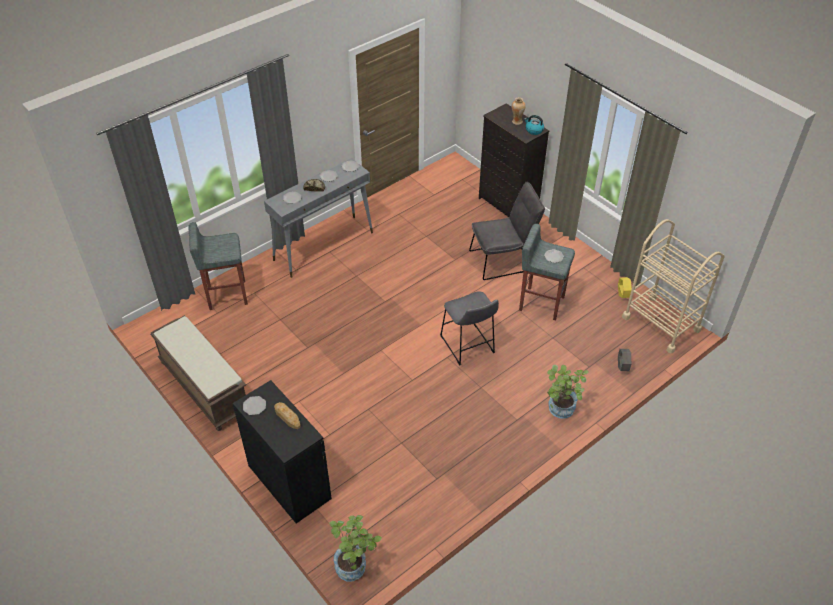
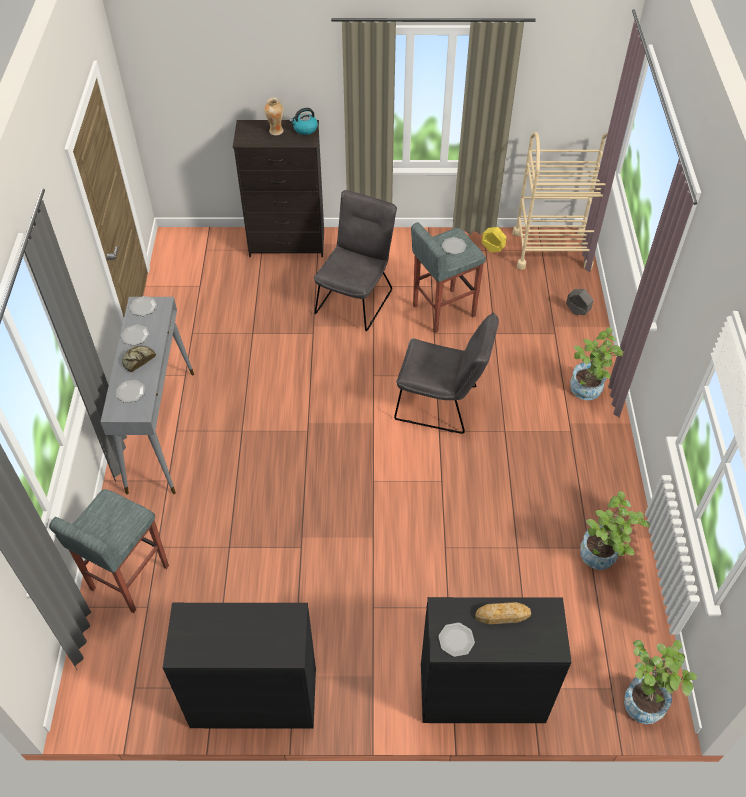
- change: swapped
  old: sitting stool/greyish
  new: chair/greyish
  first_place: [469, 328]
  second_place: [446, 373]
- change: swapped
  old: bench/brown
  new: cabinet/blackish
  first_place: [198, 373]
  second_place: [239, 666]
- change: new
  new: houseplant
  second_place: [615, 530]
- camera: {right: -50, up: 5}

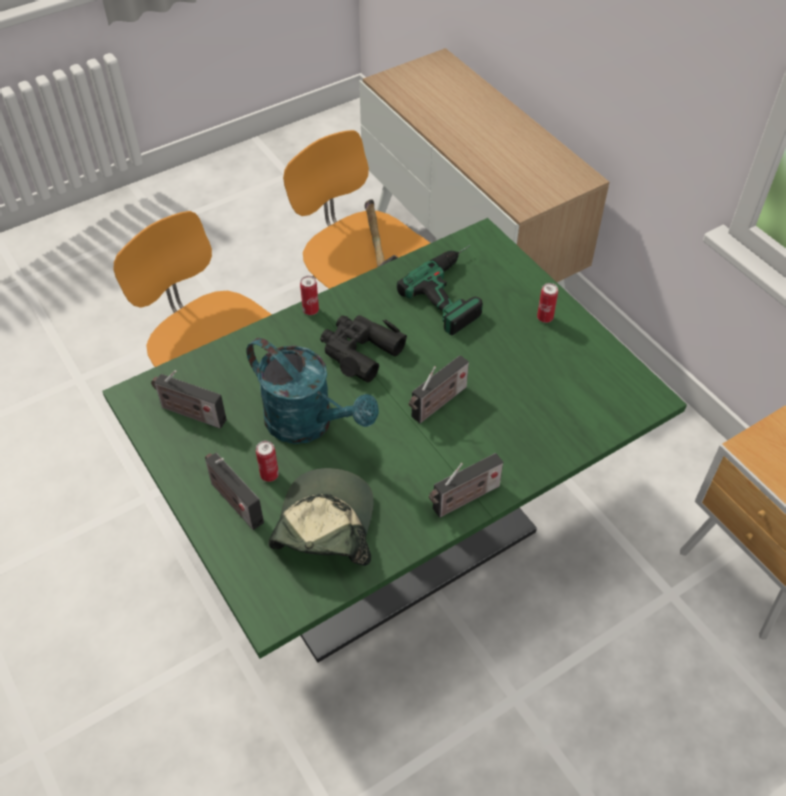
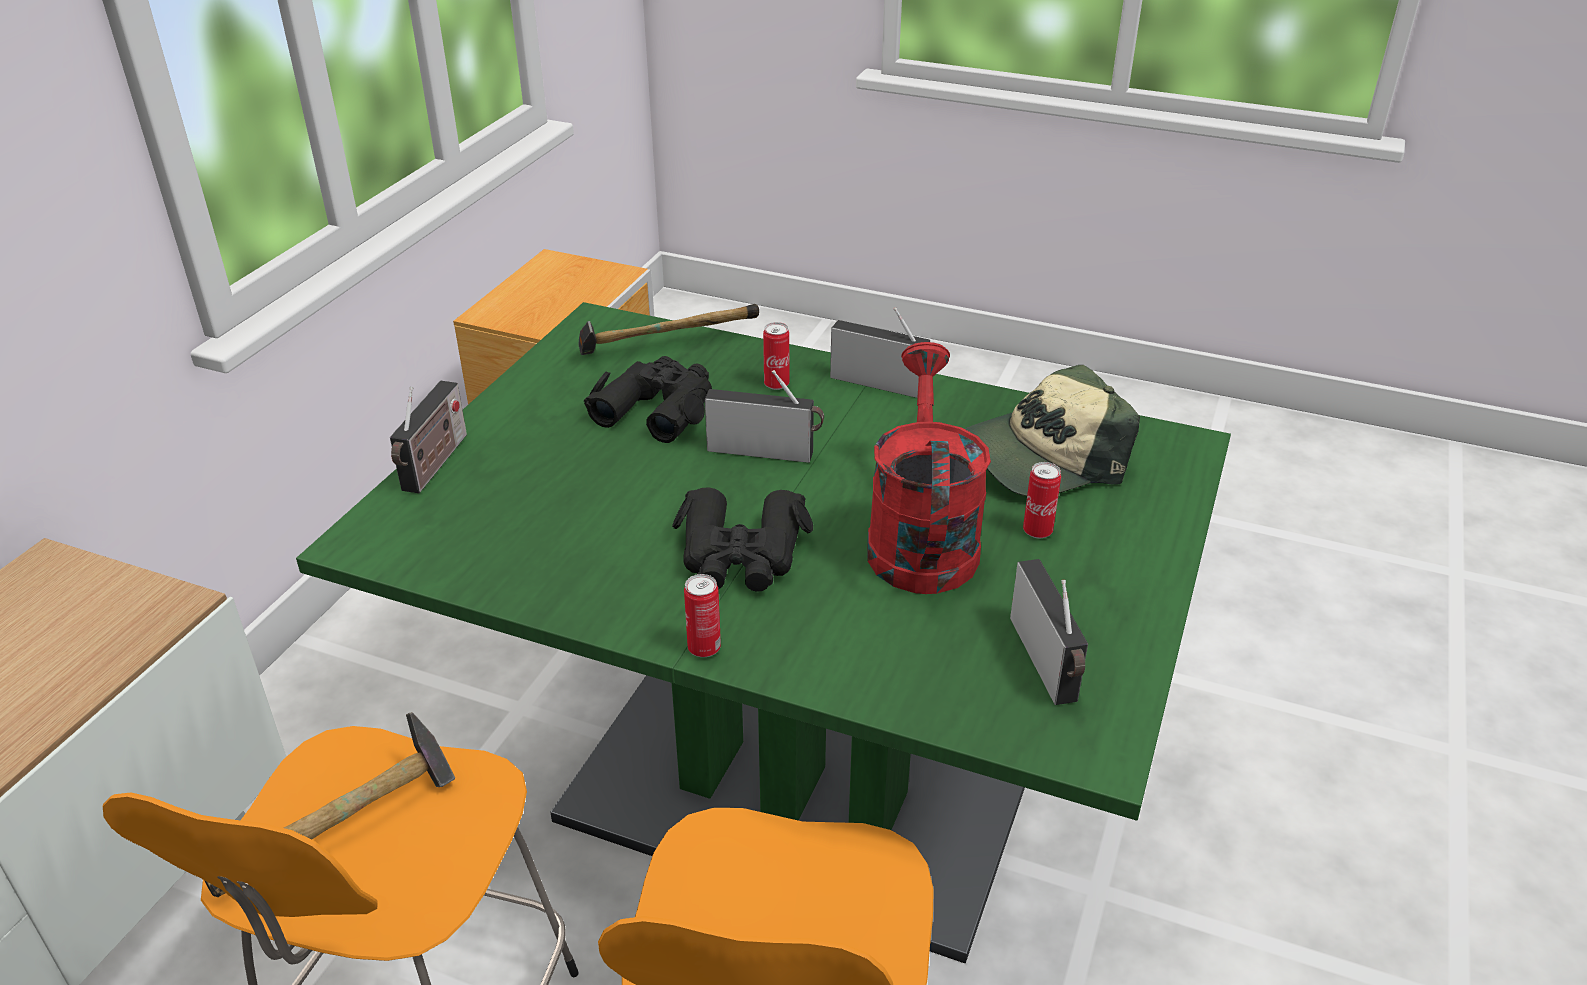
- change: gone
  old: power drill
  first_place: [440, 290]
- change: shifted
  old: metal can
  first_place: [547, 303]
  second_place: [776, 356]
- change: repainted
  old: watering pot/blue-green
  new: watering pot/reddish
  first_place: [312, 391]
  second_place: [929, 468]
- change: shifted
  old: radio receiver
  first_place: [234, 491]
  second_place: [428, 436]
- change: new
  new: tool hammer
  second_place: [668, 329]
- change: new
  new: field glasses/blackish
  second_place: [648, 399]
- camera: {right: -125, up: -15}

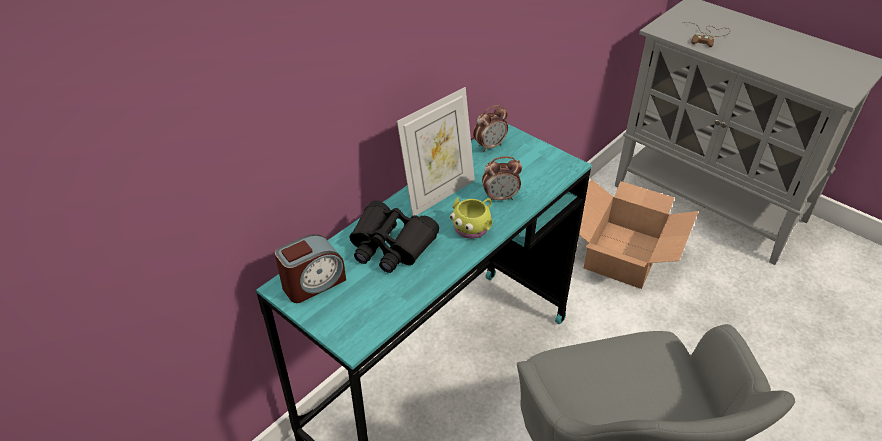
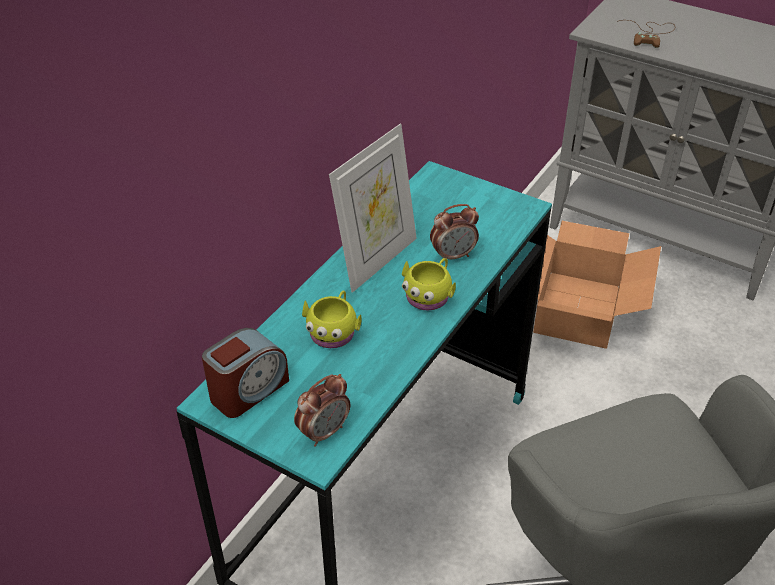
- change: shifted
  old: table clock
  first_place: [490, 128]
  second_place: [322, 410]
- change: swapped
  old: field glasses/blackish
  new: tea mug/yellowish
  first_place: [394, 236]
  second_place: [332, 319]
- camera: {right: -10, up: 0}

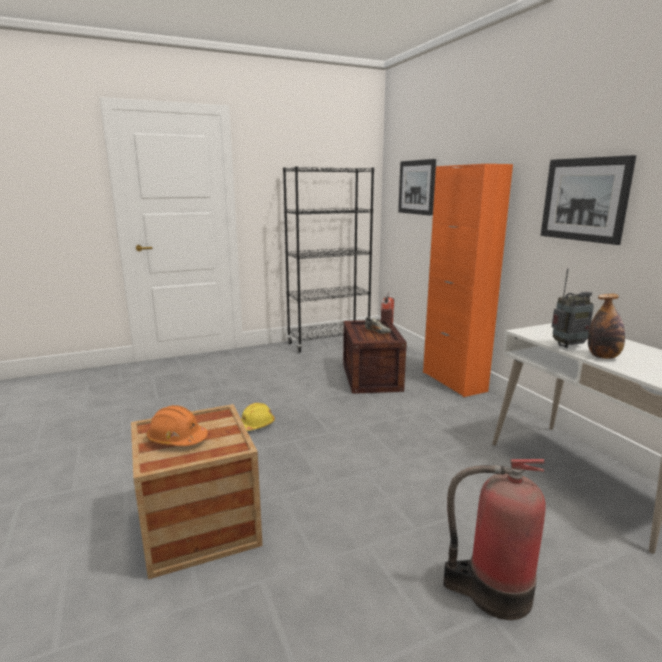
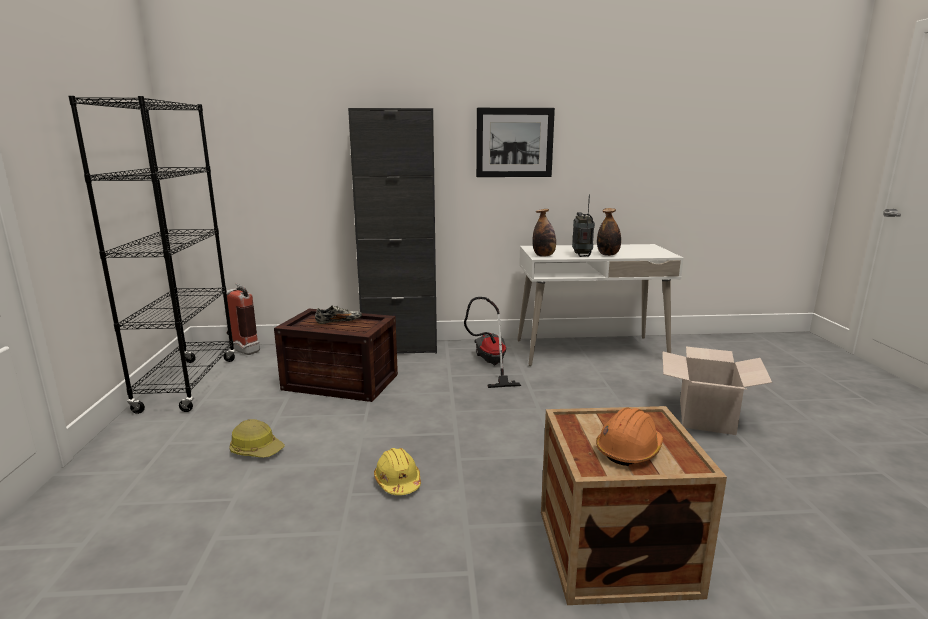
- change: gone
  old: wall art
  first_place: [417, 187]
- change: repainted
  old: cabinet/orangey
  new: cabinet/blackish
  first_place: [468, 280]
  second_place: [392, 231]
- change: swapped
  old: extinguisher
  new: carton
  first_place: [494, 539]
  second_place: [717, 391]
- change: new
  new: beverage bottle
  second_place: [544, 233]
- change: new
  new: hoover
  second_place: [492, 342]
- change: new
  new: work helmet
  second_place: [257, 438]
- camera: {right: -70, up: 0}

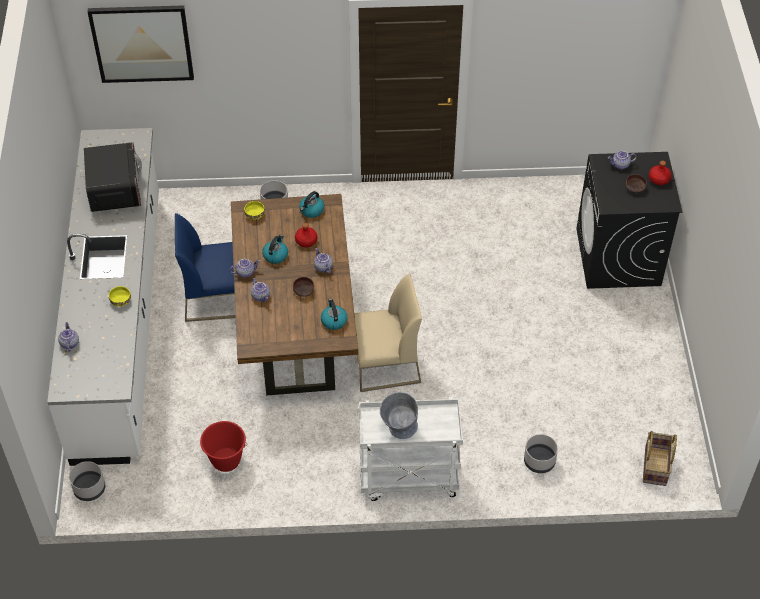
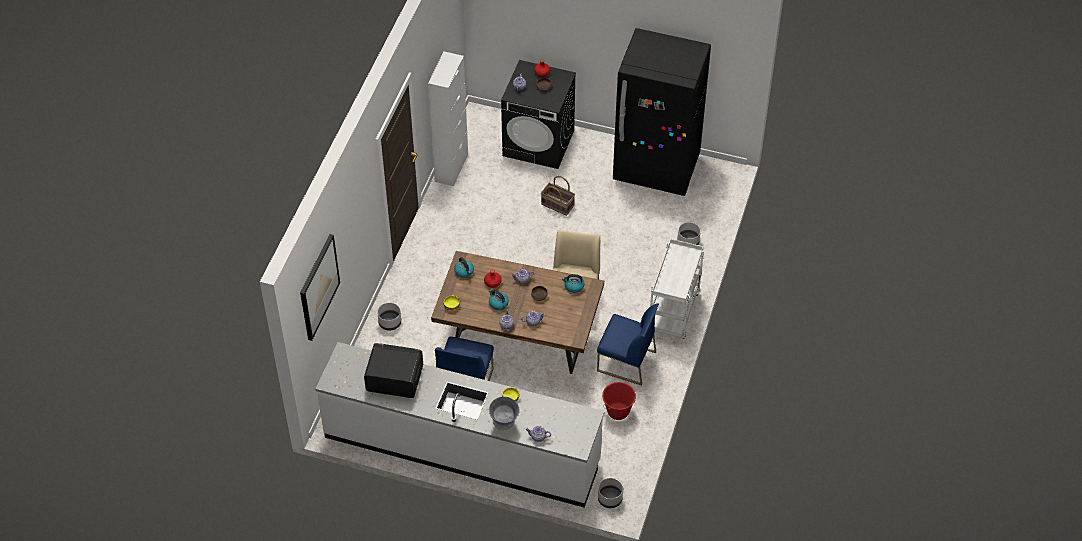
- change: shifted
  old: serving bowl/greyish
  first_place: [399, 415]
  second_place: [504, 413]
- change: shifted
  old: basket
  first_place: [660, 458]
  second_place: [558, 196]
- change: new
  new: fridge/blackish
  second_place: [662, 112]
- change: new
  new: cabinet/whitish
  second_place: [448, 118]
- change: new
  new: chair/blue-coloured
  second_place: [628, 344]
- camera: {right: -70, up: 0}

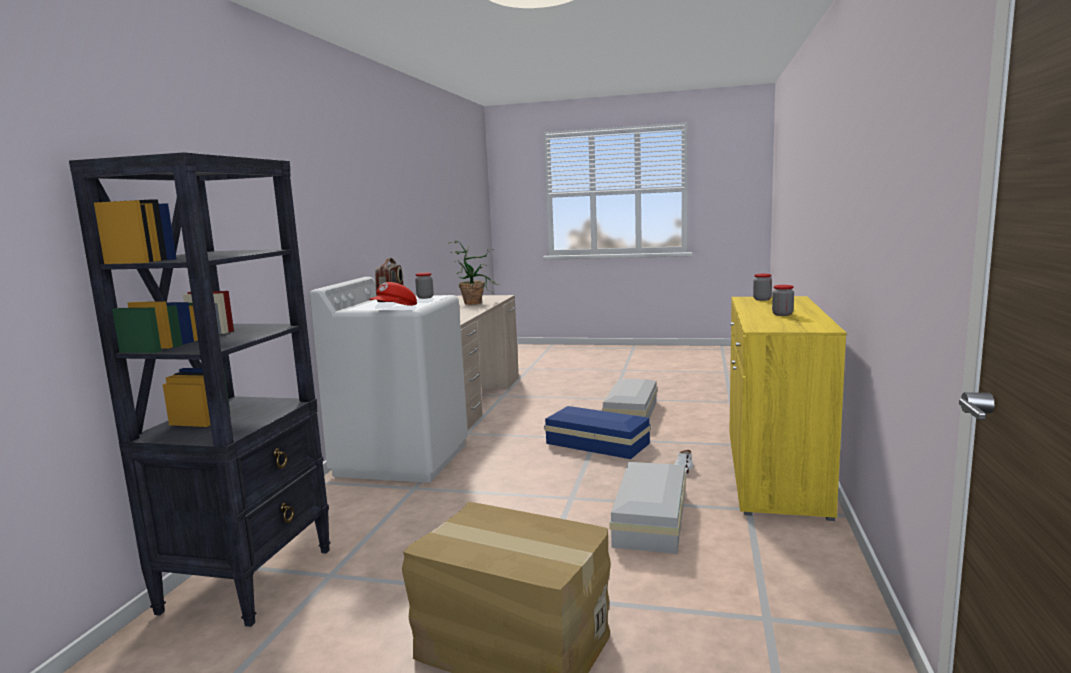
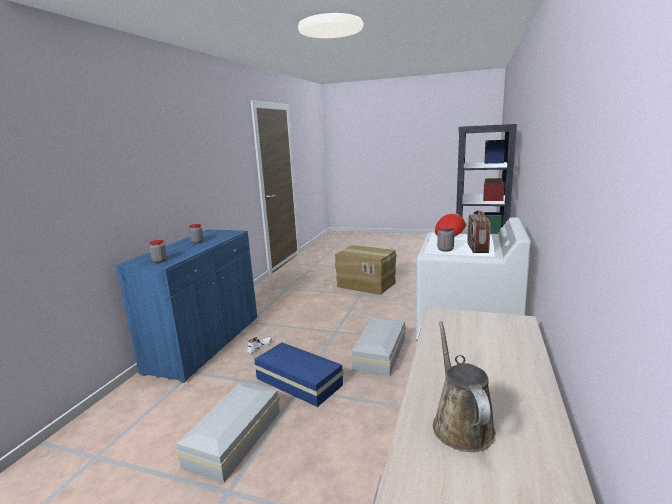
- change: swapped
  old: houseplant
  new: watering pot/brown
  first_place: [473, 273]
  second_place: [464, 386]
- change: repainted
  old: cabinet/yellowish
  new: cabinet/blue-coloured
  first_place: [788, 408]
  second_place: [186, 306]
- change: shifted
  old: storage box/whitish
  first_place: [647, 508]
  second_place: [378, 347]
- camera: {right: -175, up: 5}

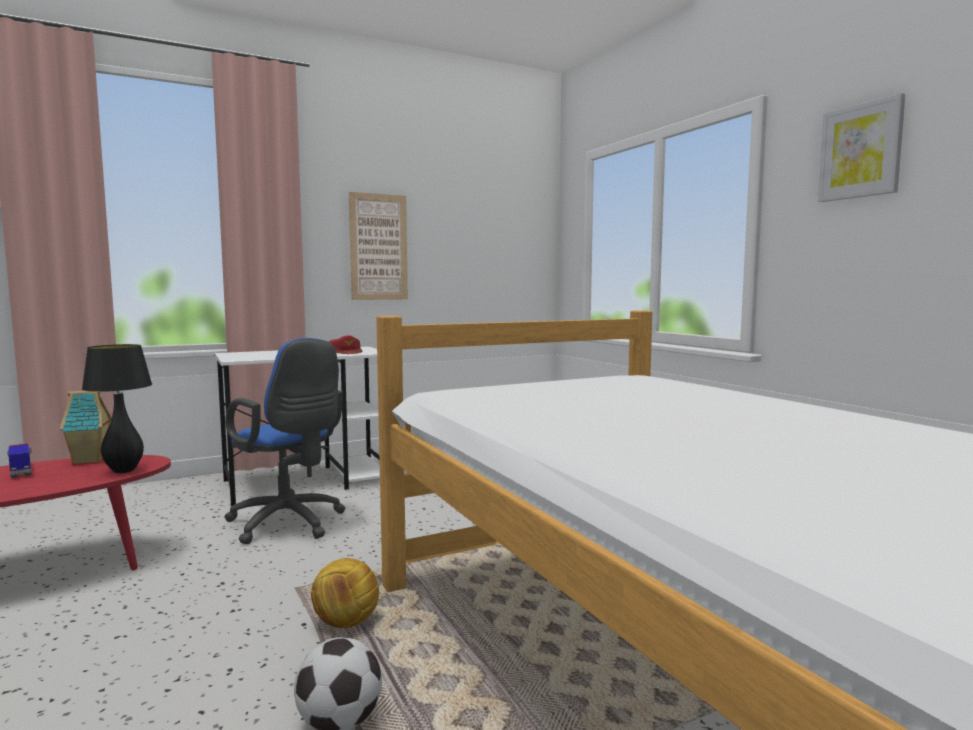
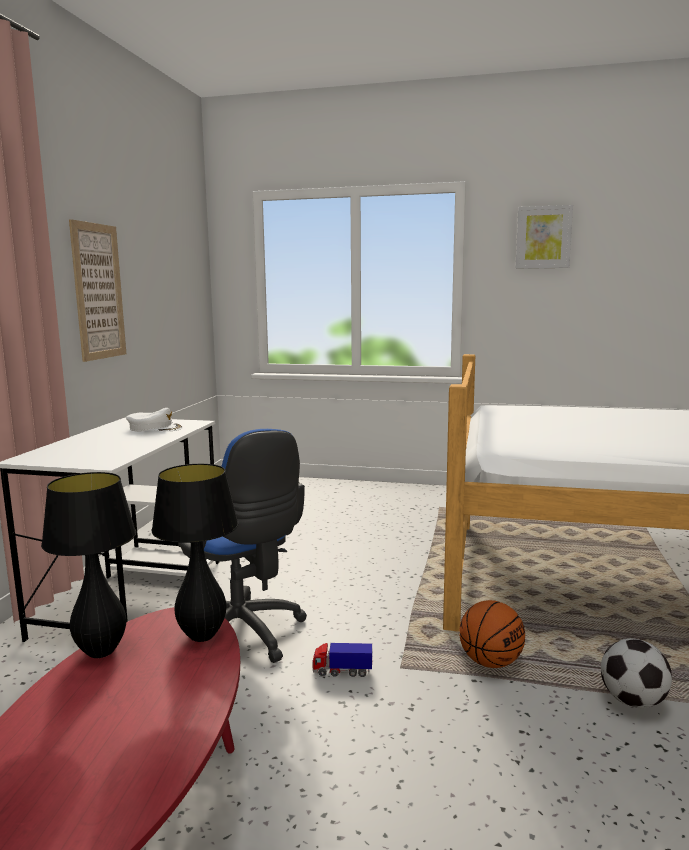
- change: repainted
  old: cap/reddish
  new: cap/whitish
  first_place: [345, 344]
  second_place: [154, 420]
- change: rotated
  old: desk chair/blue-coloured
  first_place: [284, 441]
  second_place: [242, 546]
  degrees: 60
- change: swapped
  old: toy house
  new: table lamp/blackish
  first_place: [86, 427]
  second_place: [88, 565]
- change: shifted
  old: model truck
  first_place: [19, 460]
  second_place: [342, 660]
- change: swapped
  old: ball for football
  new: ball for basketball
  first_place: [345, 593]
  second_place: [492, 634]
- camera: {right: -50, up: 5}

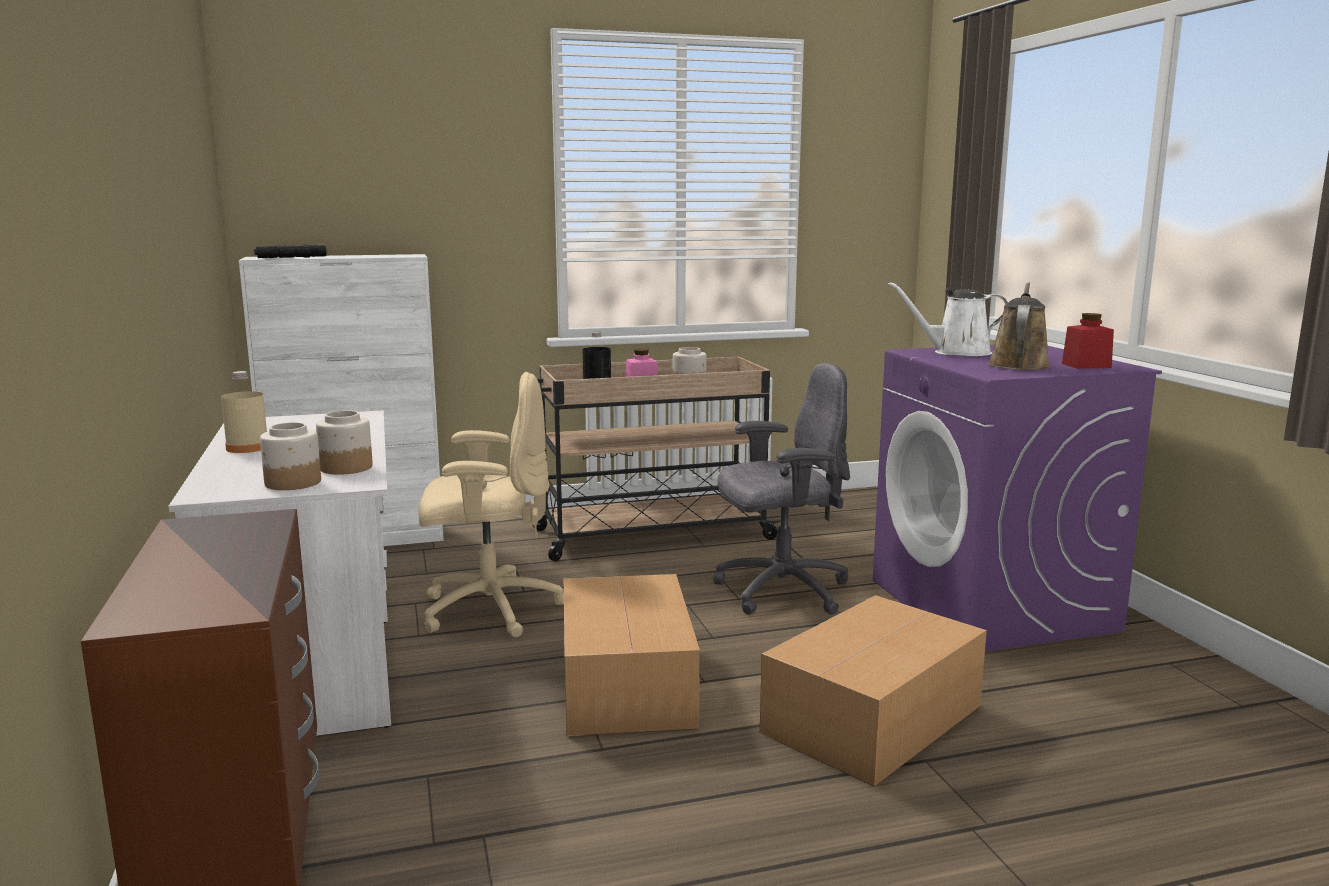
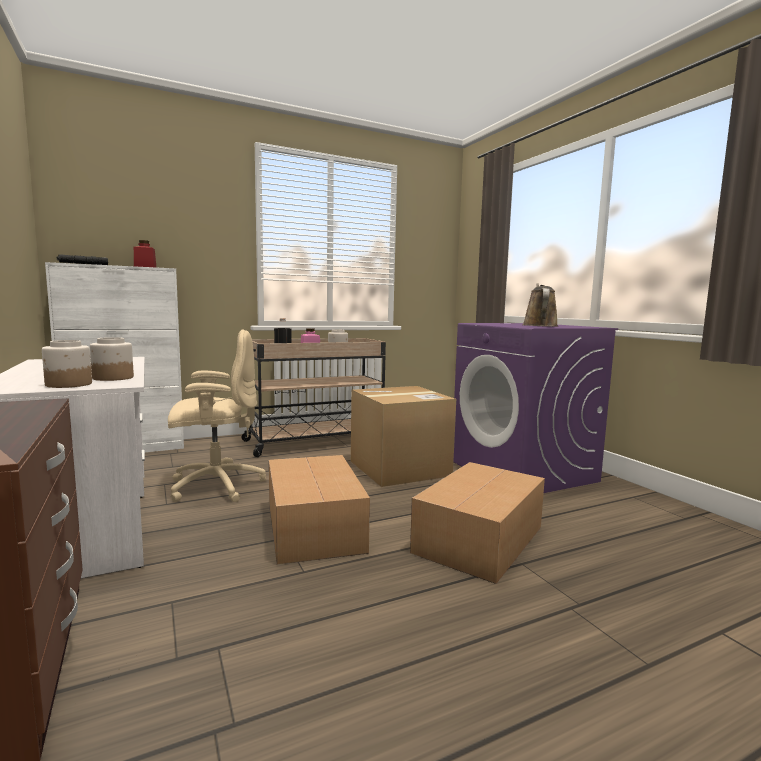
- change: gone
  old: watering pot/whitish
  first_place: [948, 319]
- change: shifted
  old: storage jar/reddish
  first_place: [1088, 341]
  second_place: [145, 253]
- change: swapped
  old: desk chair/greyish
  new: carton
  first_place: [781, 489]
  second_place: [403, 436]
- change: gone
  old: beverage bottle/beige-coloured
  first_place: [244, 412]
- camera: {right: -10, up: -5}

